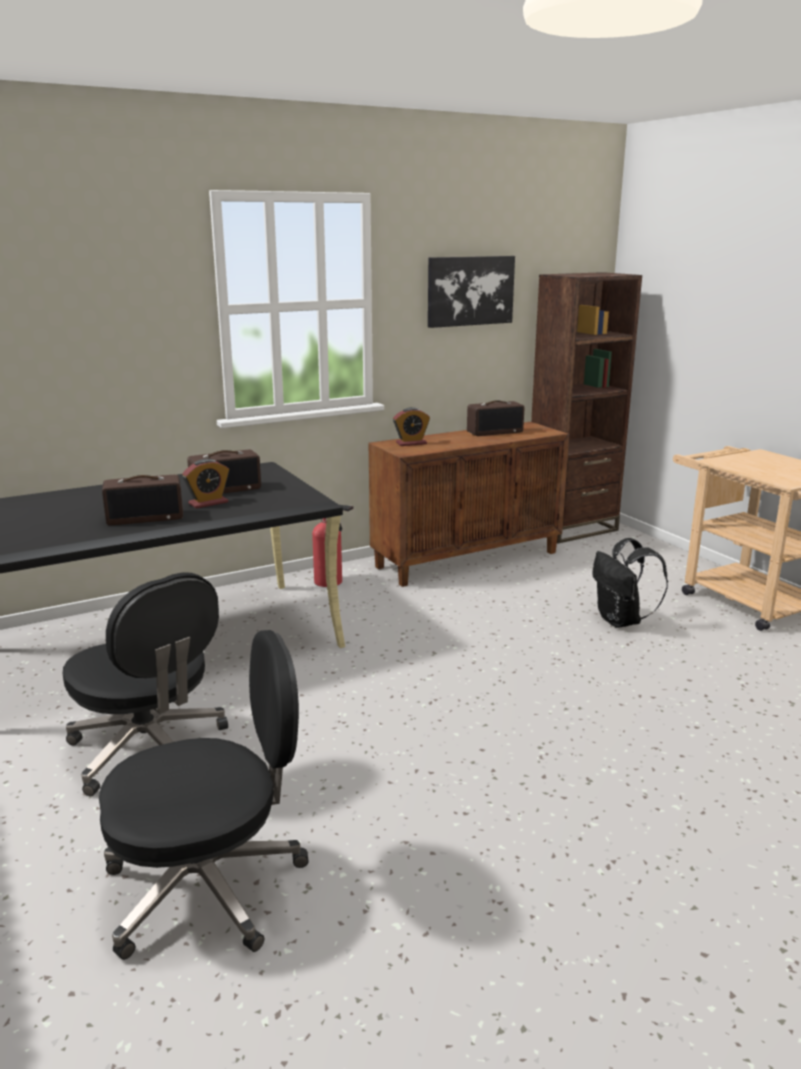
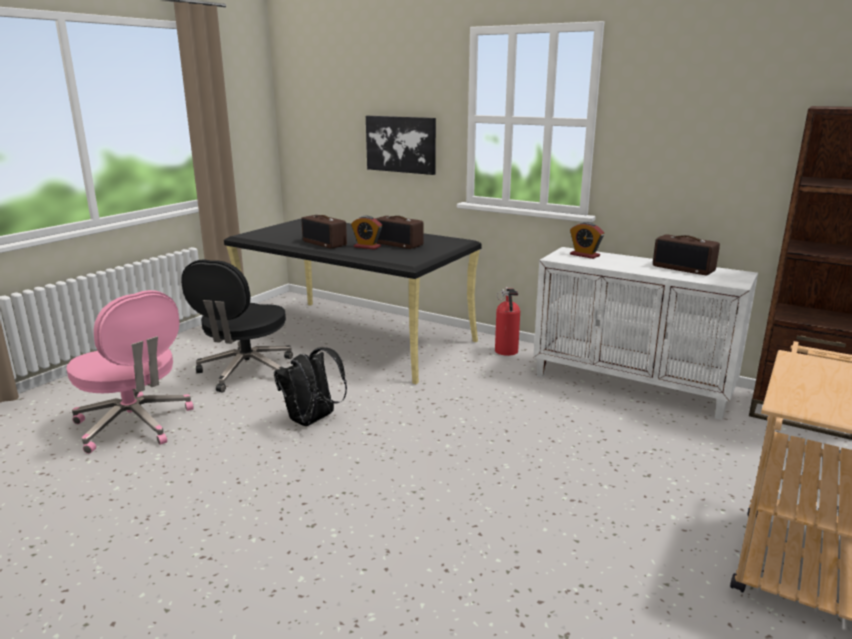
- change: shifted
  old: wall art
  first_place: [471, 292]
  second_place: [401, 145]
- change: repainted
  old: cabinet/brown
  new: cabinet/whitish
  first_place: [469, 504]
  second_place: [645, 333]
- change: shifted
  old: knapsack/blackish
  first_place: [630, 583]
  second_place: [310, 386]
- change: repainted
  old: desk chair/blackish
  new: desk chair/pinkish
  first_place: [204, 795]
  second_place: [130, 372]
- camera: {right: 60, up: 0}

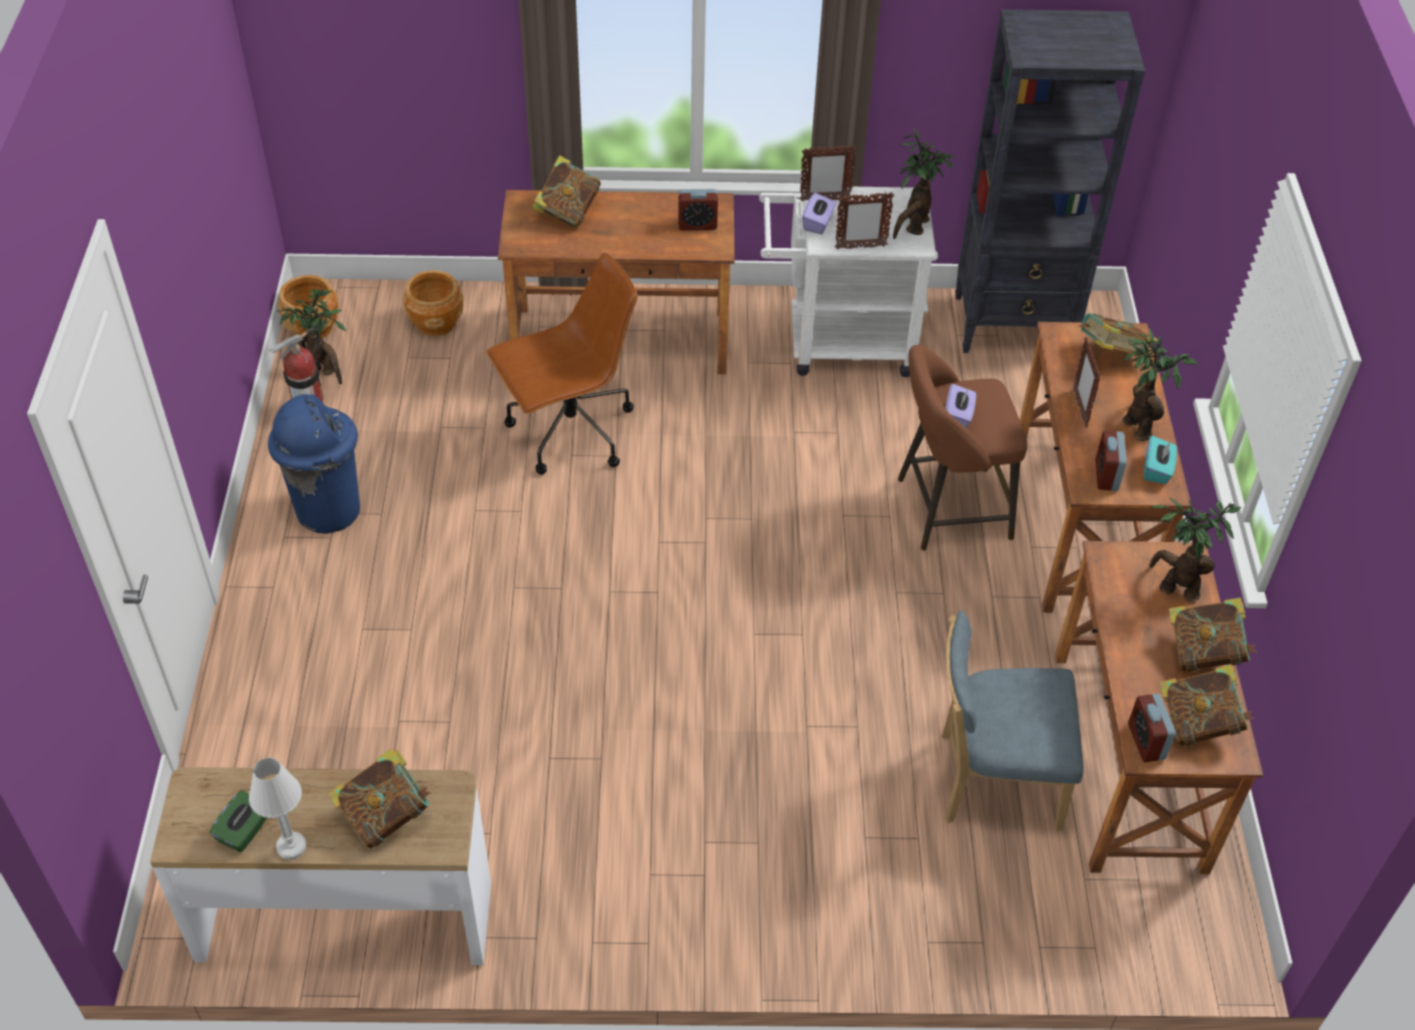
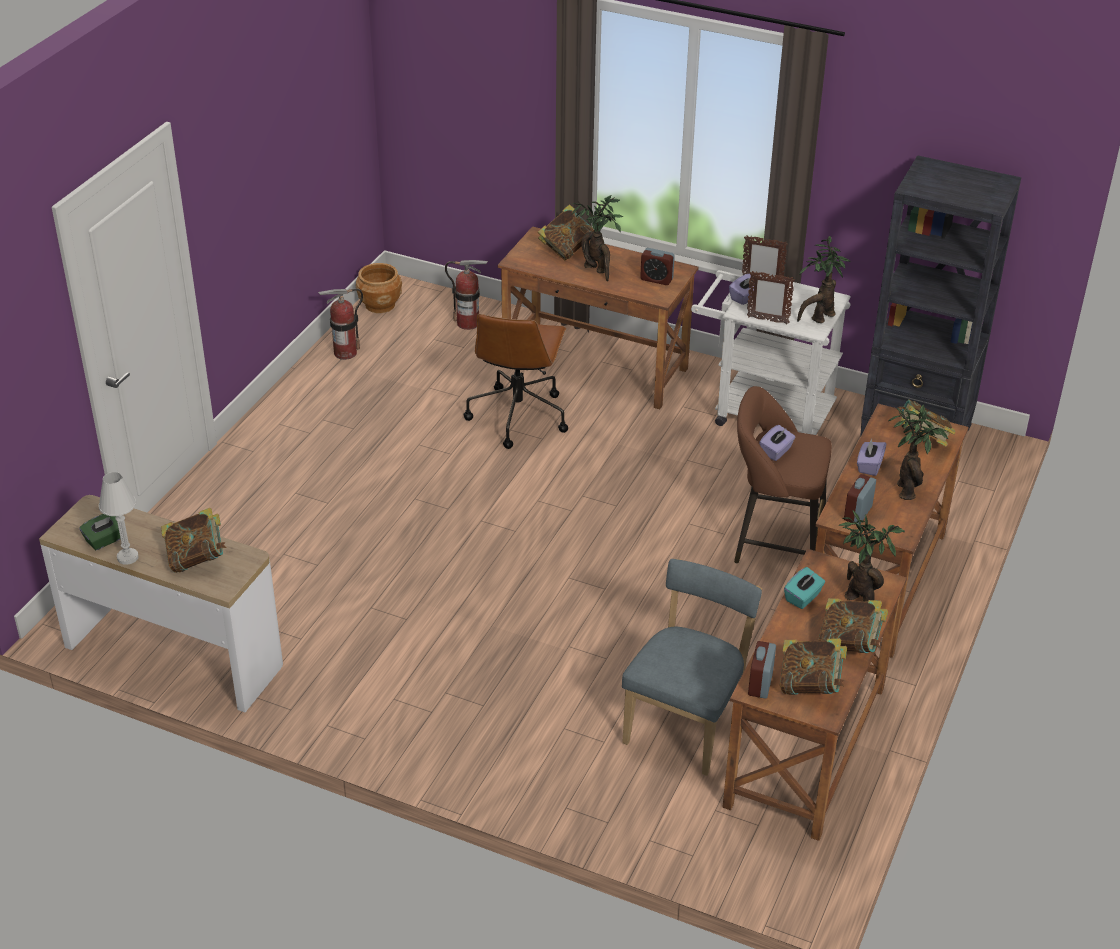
- change: rotated
  old: desk chair/brown
  first_place: [562, 364]
  second_place: [516, 381]
  degrees: 105
- change: swapped
  old: flower pot/brown
  new: extinguisher
  first_place: [433, 303]
  second_place: [466, 295]
- change: shifted
  old: houseplant
  first_place: [311, 336]
  second_place: [597, 238]
- change: swapped
  old: picture frame
  new: tissue box/purple
  first_place: [1087, 382]
  second_place: [871, 457]
- change: gone
  old: waste bin/blue-coloured
  first_place: [314, 464]
- change: shifted
  old: tissue box/blue-green
  first_place: [1160, 460]
  second_place: [804, 588]
- change: rotated
  old: chair/blue-coloured
  first_place: [1013, 721]
  second_place: [692, 667]
  degrees: 90
- camera: {right: 25, up: -10}

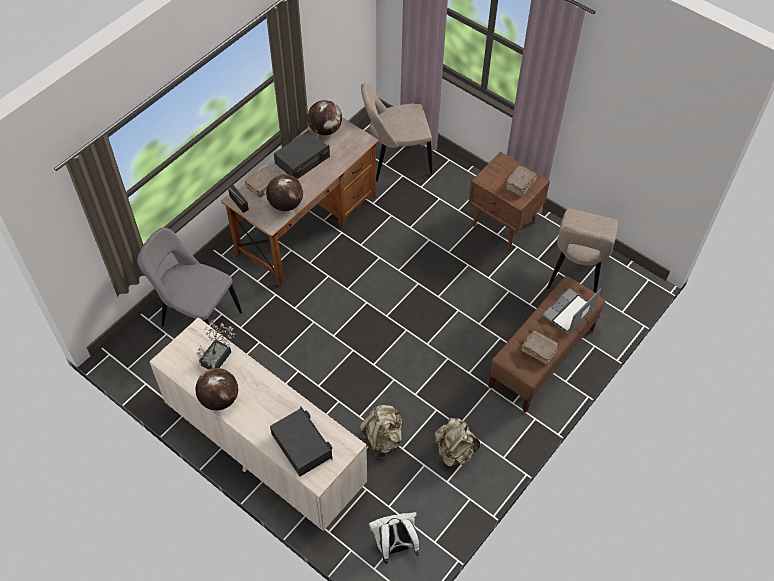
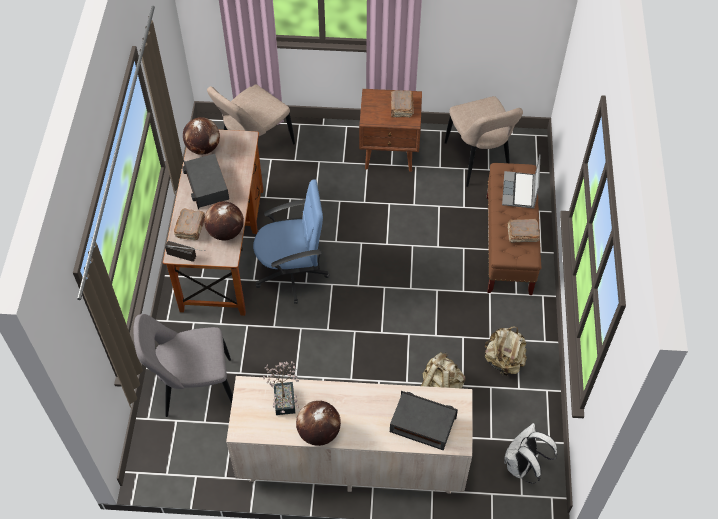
- change: rotated
  old: radio receiver
  first_place: [302, 154]
  second_place: [205, 181]
  degrees: 150
- change: new
  new: desk chair/blue-coloured
  second_place: [291, 241]
- camera: {right: -35, up: 0}

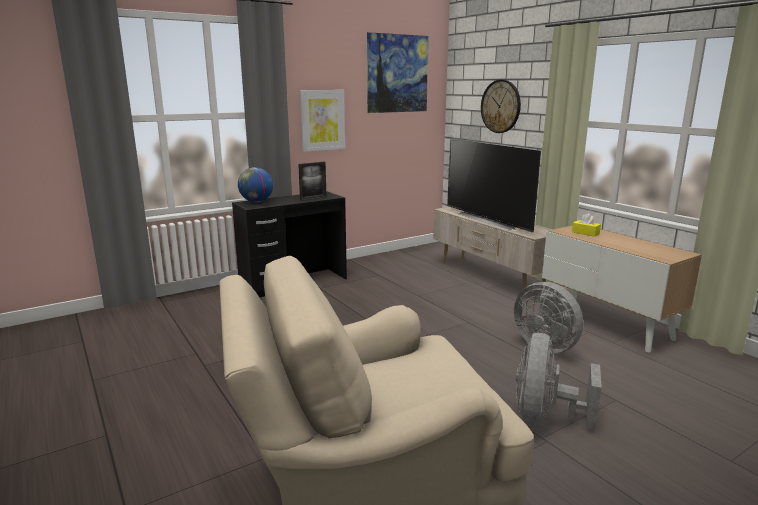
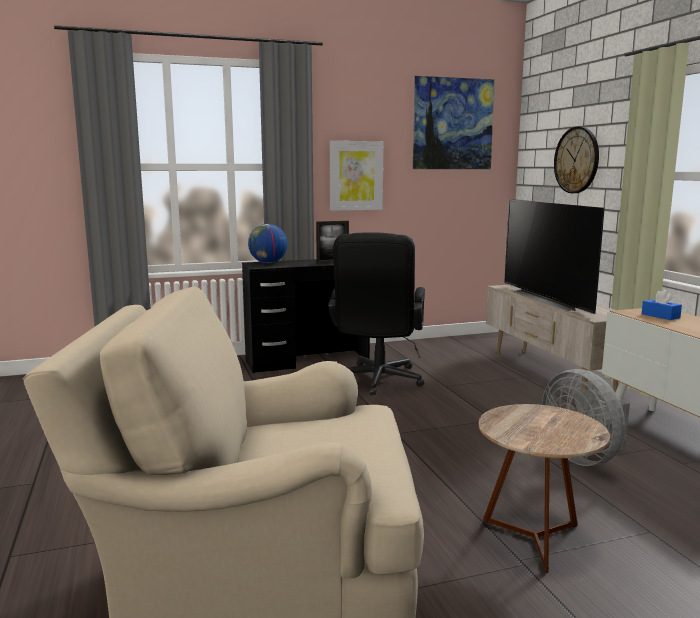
- change: repainted
  old: tissue box/yellowish
  new: tissue box/blue-coloured
  first_place: [586, 225]
  second_place: [662, 305]
- change: swapped
  old: cooling fan/greyish
  new: side table/brown
  first_place: [559, 381]
  second_place: [544, 488]
- change: new
  new: desk chair/blackish
  second_place: [376, 313]
- camera: {right: 15, up: -5}

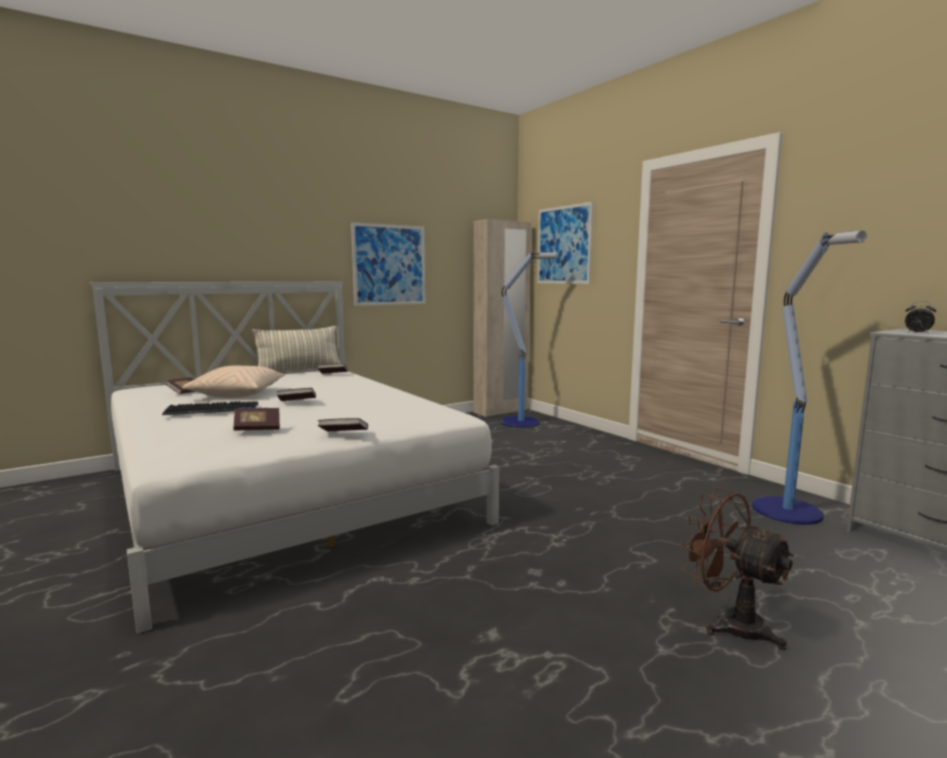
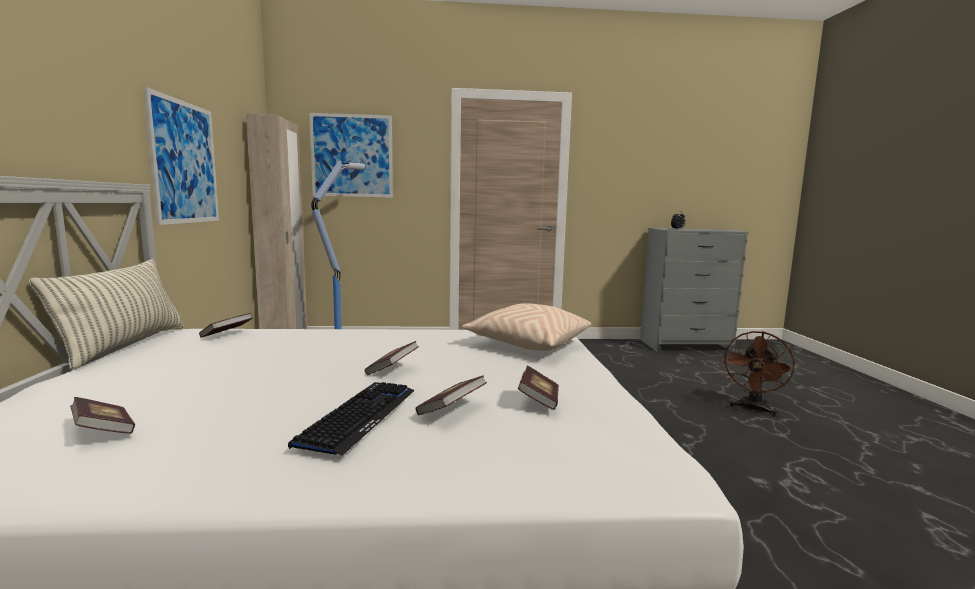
- change: gone
  old: floor lamp
  first_place: [809, 377]
- change: shifted
  old: pillow/beige-coloured
  first_place: [234, 382]
  second_place: [526, 327]
- change: shifted
  old: bound book
  first_place: [343, 424]
  second_place: [451, 395]
- change: rotated
  old: cooling fan/brown
  first_place: [737, 569]
  second_place: [758, 374]
  degrees: -45
- camera: {right: -60, up: 0}

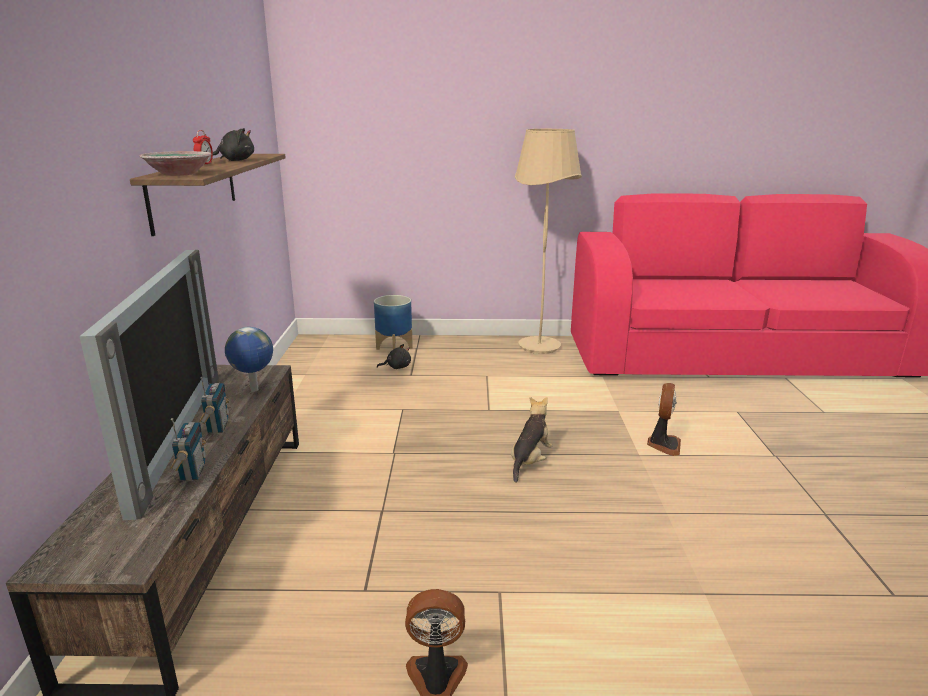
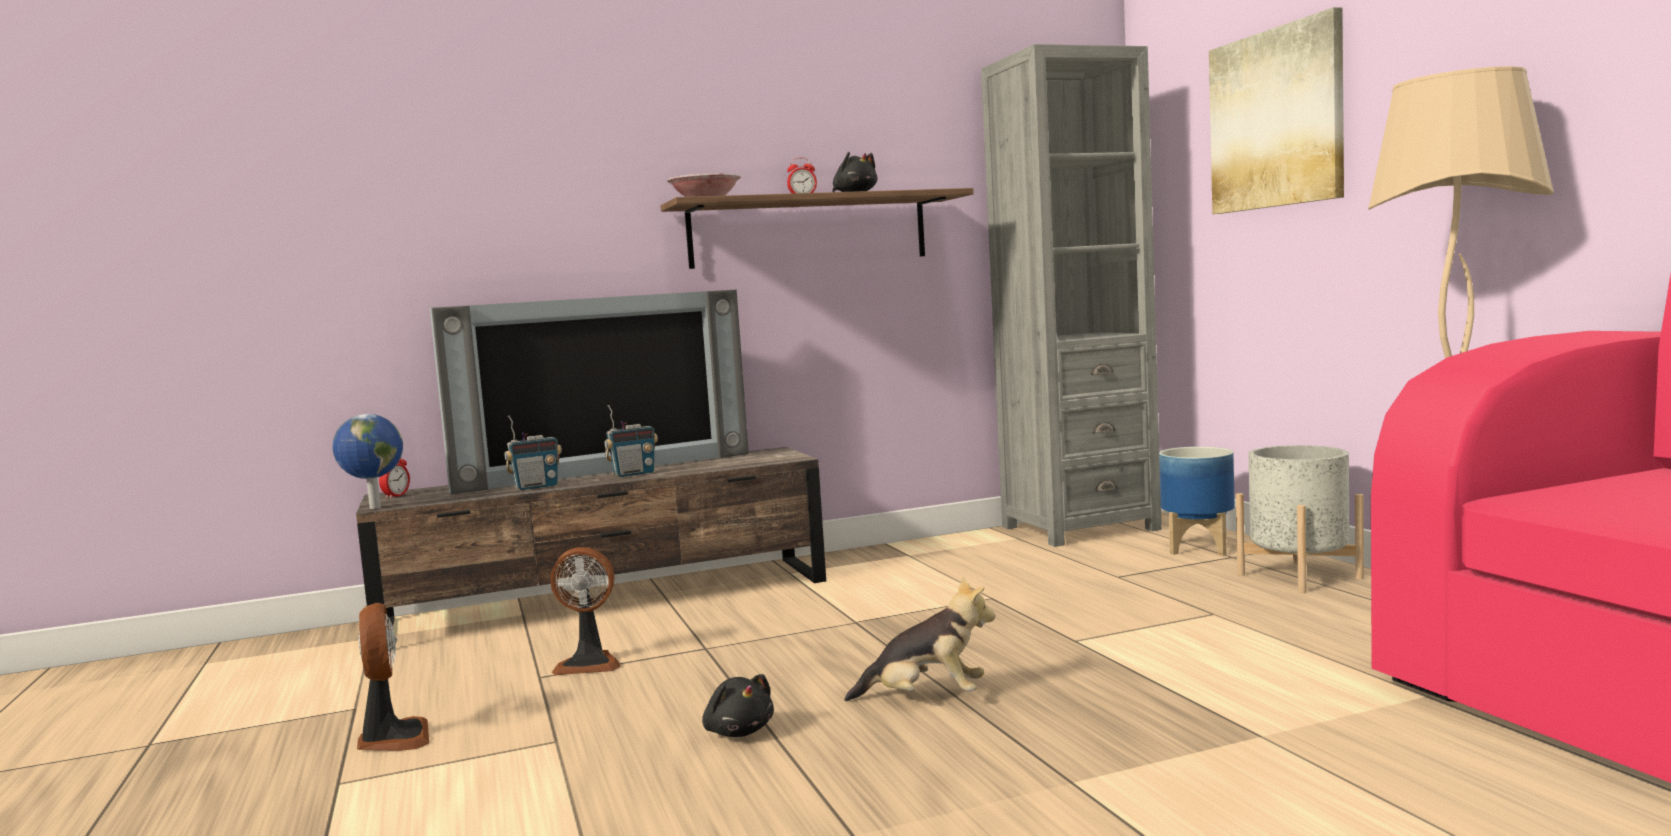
- change: shifted
  old: desk globe
  first_place: [249, 359]
  second_place: [367, 461]
- change: shifted
  old: cuddly toy/blackish
  first_place: [394, 356]
  second_place: [738, 705]
- change: shifted
  old: cooling fan
  first_place: [664, 419]
  second_place: [585, 611]
- change: new
  new: wall art
  second_place: [1276, 110]
- change: new
  new: bookshelf/greyish
  second_place: [1071, 295]
- change: new
  new: flower pot/greyish
  second_place: [1300, 519]
- change: new
  new: table clock
  second_place: [394, 477]
- camera: {right: 70, up: -15}

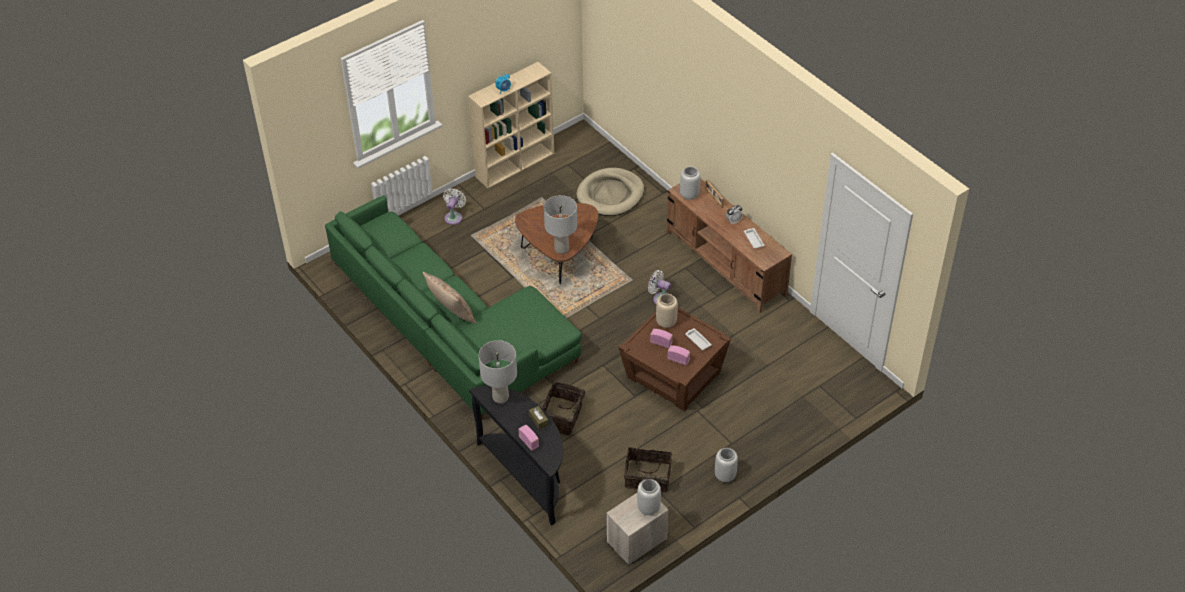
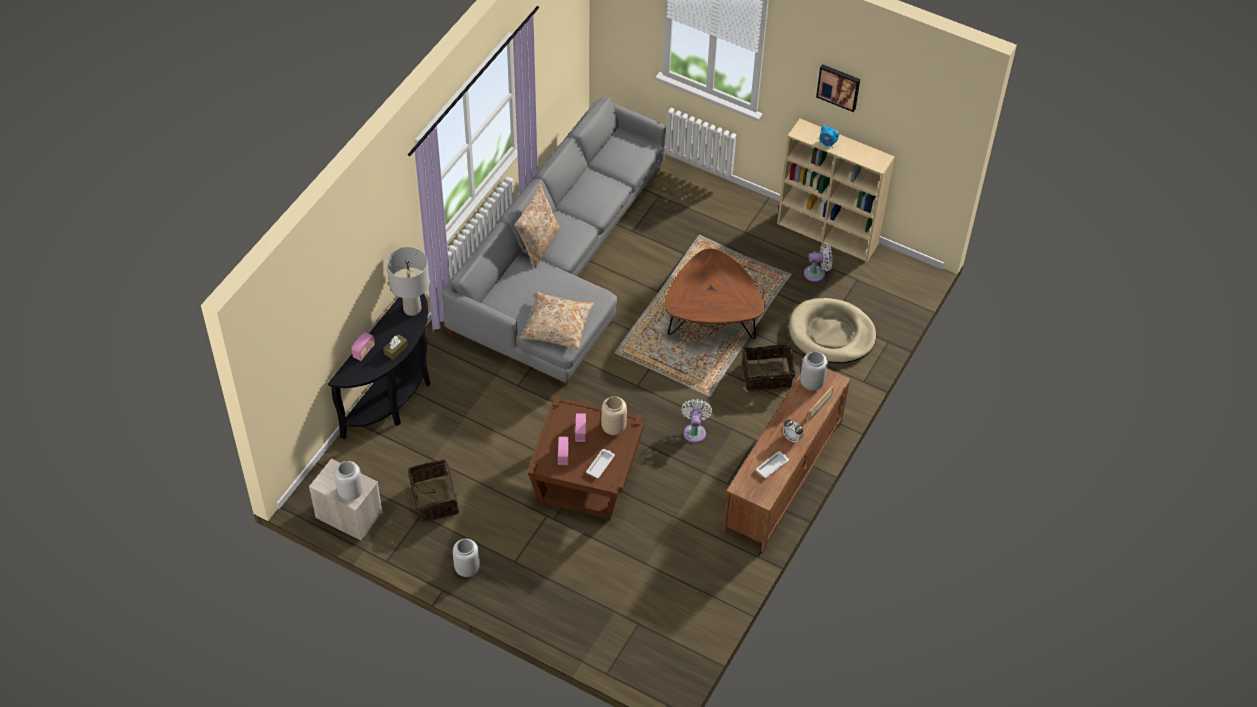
- change: shifted
  old: cooling fan/whitish
  first_place: [454, 206]
  second_place: [818, 262]
- change: repainted
  old: sofa/green-coloured
  new: sofa/greyish
  first_place: [453, 307]
  second_place: [554, 241]
- change: gone
  old: table lamp/greyish
  first_place: [560, 224]
- change: shifted
  old: basket
  first_place: [565, 408]
  second_place: [769, 367]
- change: new
  new: wall art
  second_place: [838, 88]
- change: new
  new: pillow/beige-coloured
  second_place: [557, 320]
- camera: {right: 65, up: 5}

